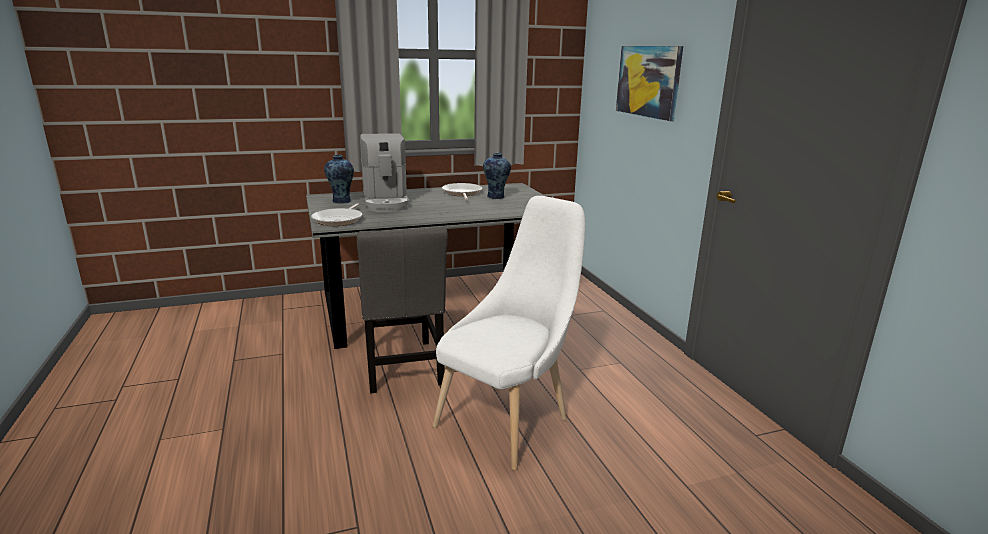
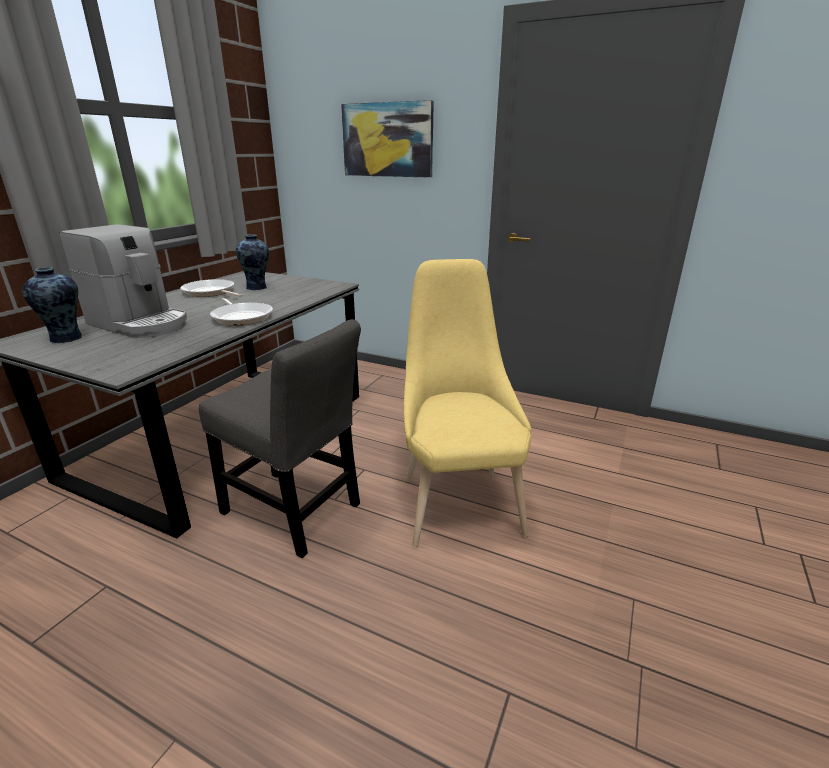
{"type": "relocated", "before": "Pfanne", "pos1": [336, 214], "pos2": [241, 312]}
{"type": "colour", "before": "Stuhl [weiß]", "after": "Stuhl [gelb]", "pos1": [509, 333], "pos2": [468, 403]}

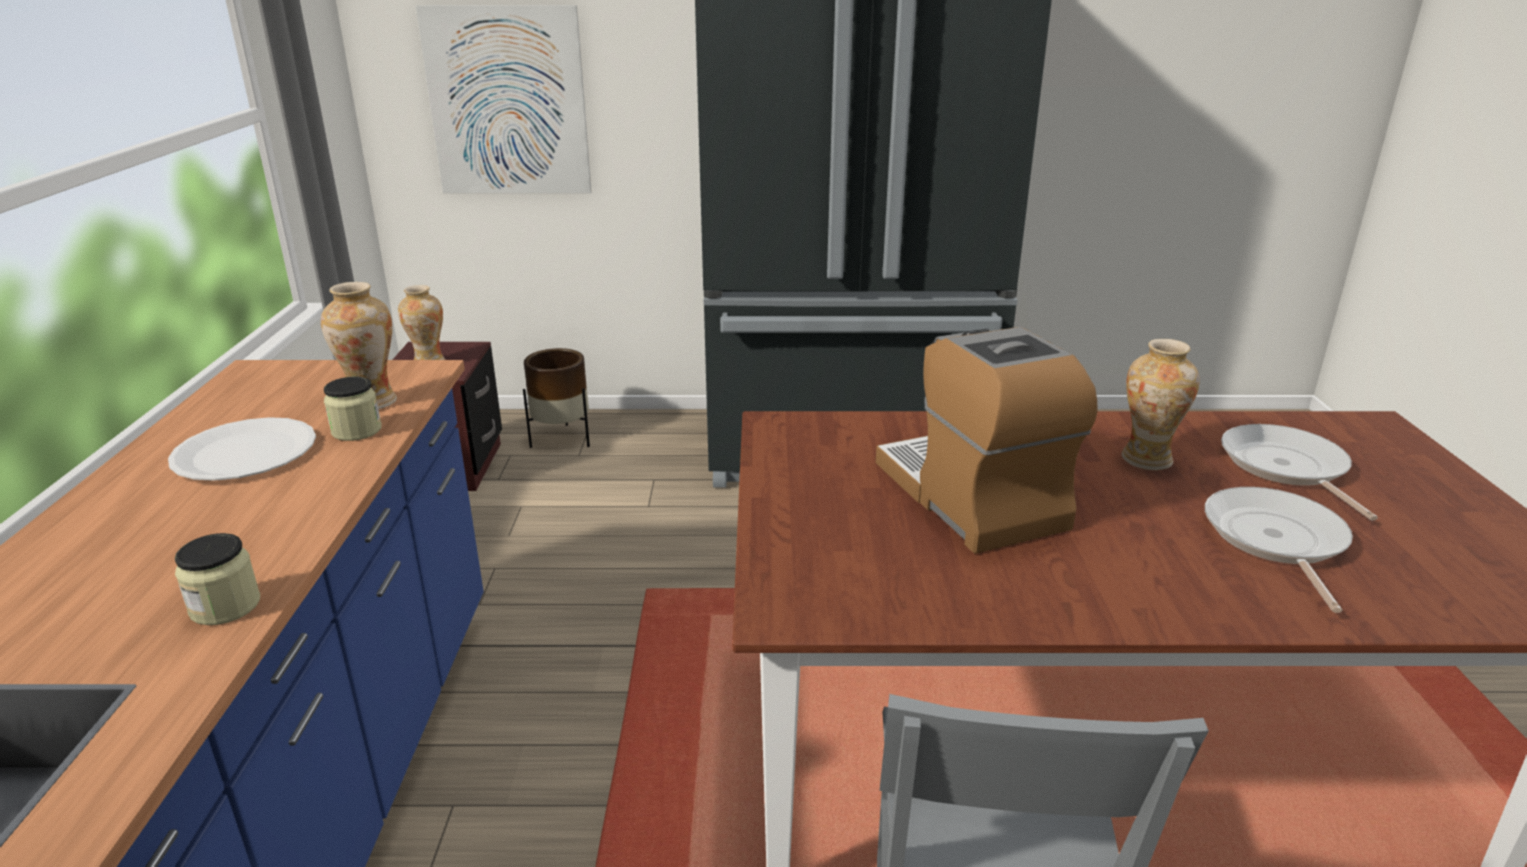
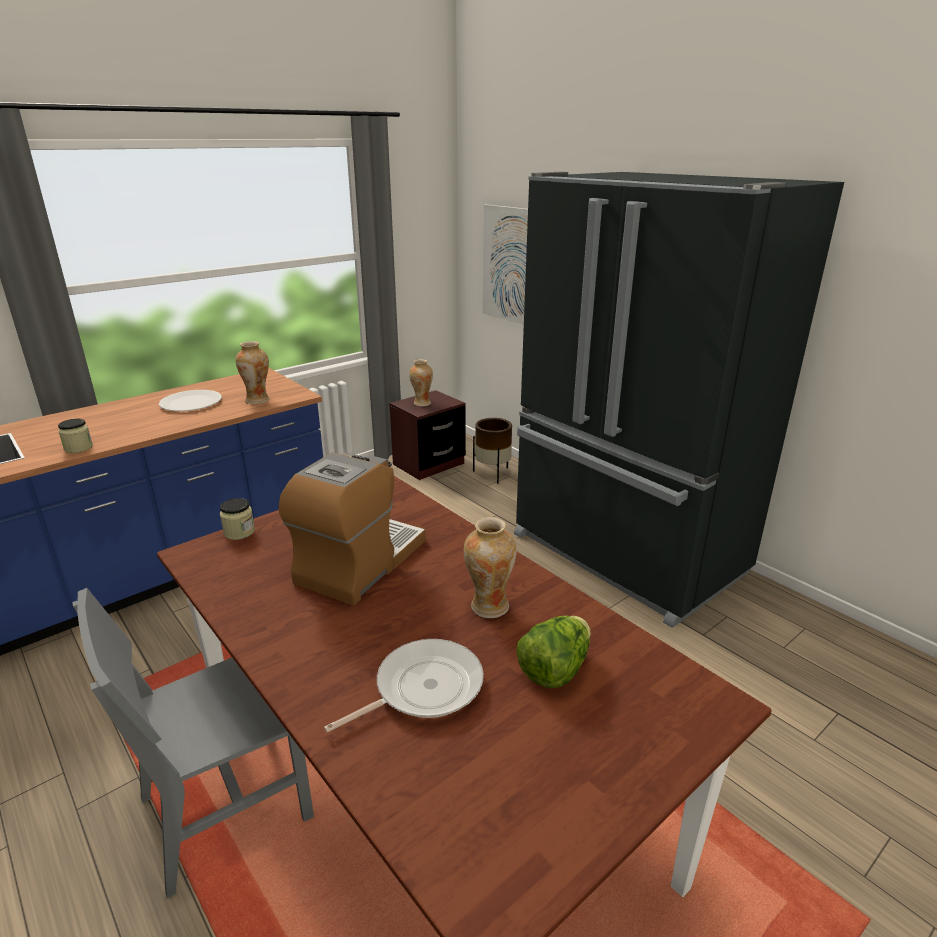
{"type": "relocated", "before": "Vorratsglas", "pos1": [353, 408], "pos2": [237, 519]}
{"type": "exchanged", "before": "Pfanne", "after": "Salatkopf", "pos1": [1299, 472], "pos2": [554, 651]}

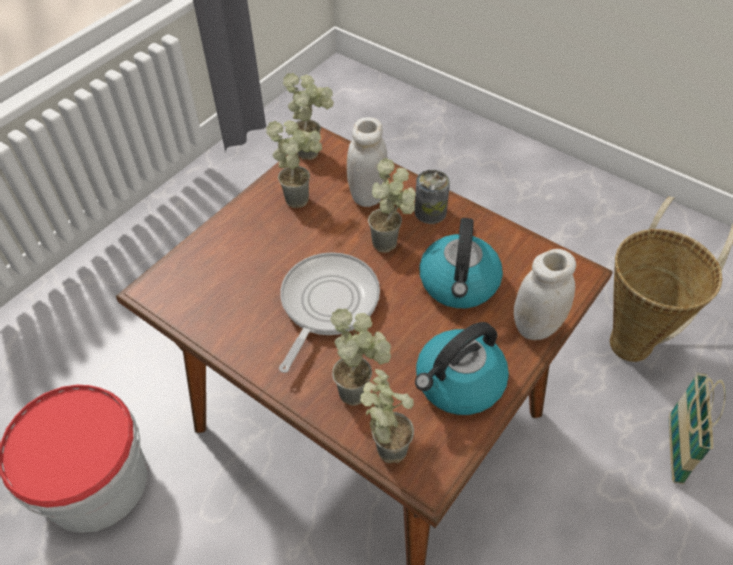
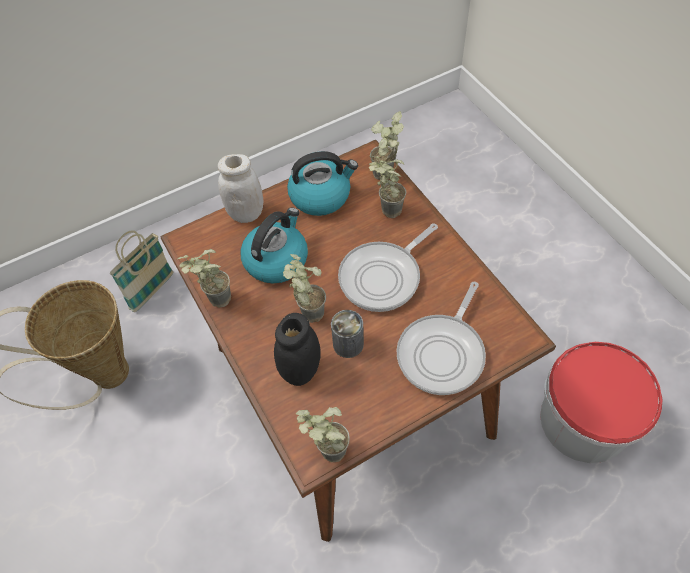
{"type": "relocated", "before": "Topfpflanze", "pos1": [294, 164], "pos2": [204, 278]}
{"type": "colour", "before": "Vorratsglas [weiß]", "after": "Vorratsglas [schwarz]", "pos1": [367, 162], "pos2": [297, 349]}
{"type": "relocated", "before": "Dose", "pos1": [432, 196], "pos2": [347, 334]}
{"type": "appeared", "after": "Pfanne", "pos2": [441, 338]}

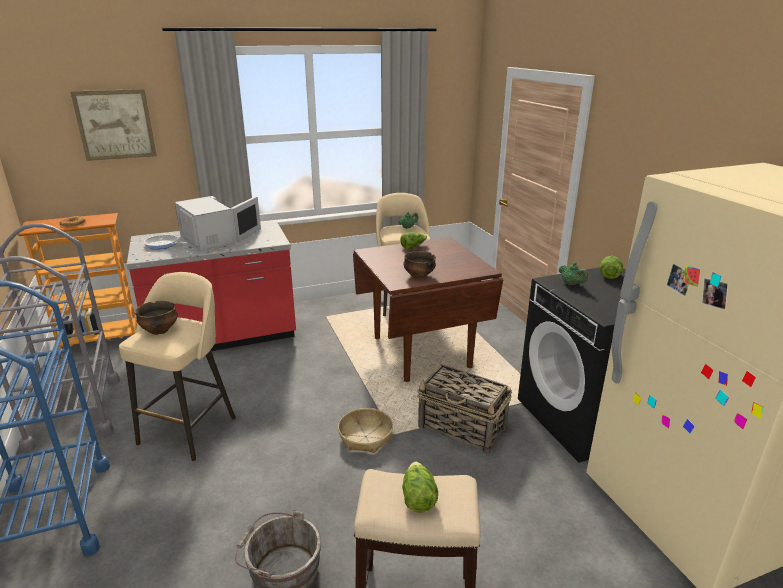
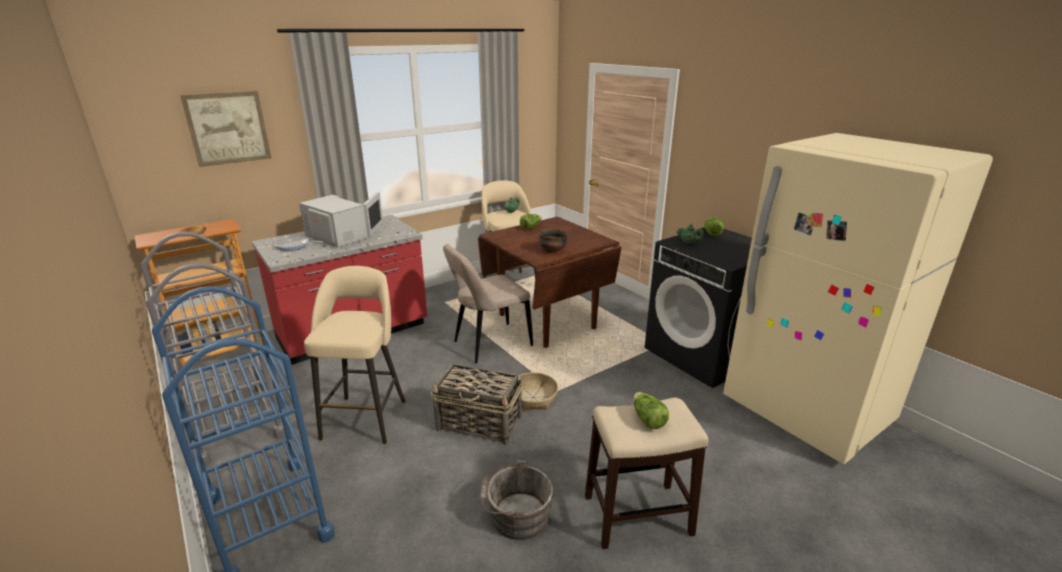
{"type": "relocated", "before": "Korb", "pos1": [464, 410], "pos2": [476, 404]}
{"type": "appeared", "after": "Stuhl [beige]", "pos2": [488, 303]}
{"type": "missing", "before": "Schüssel", "pos1": [156, 318]}

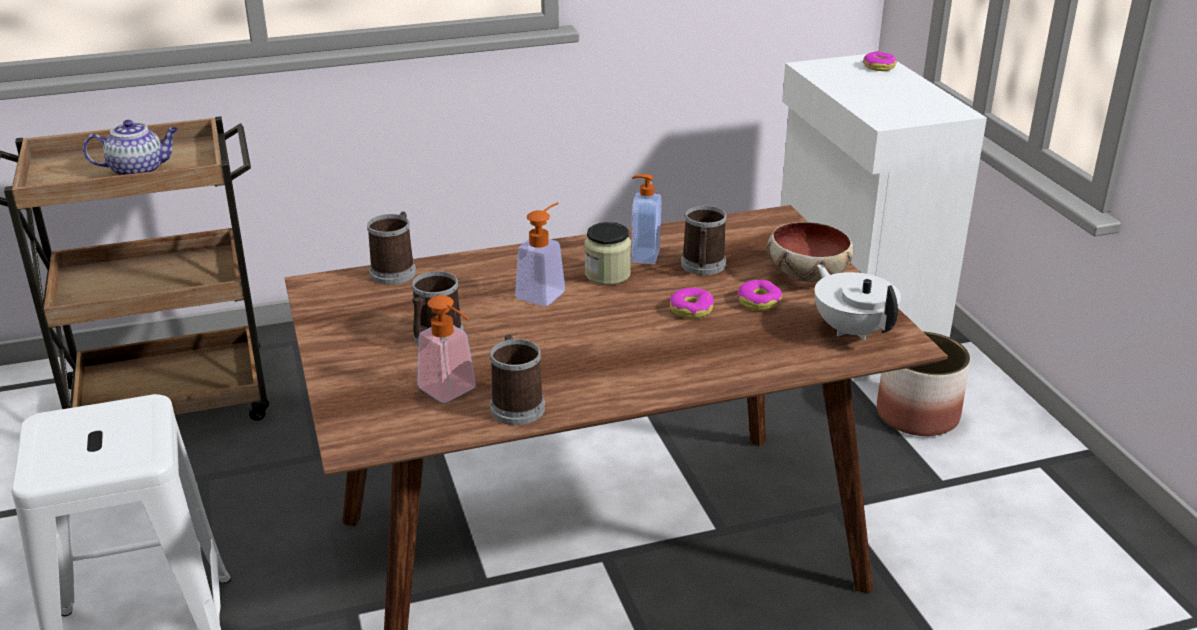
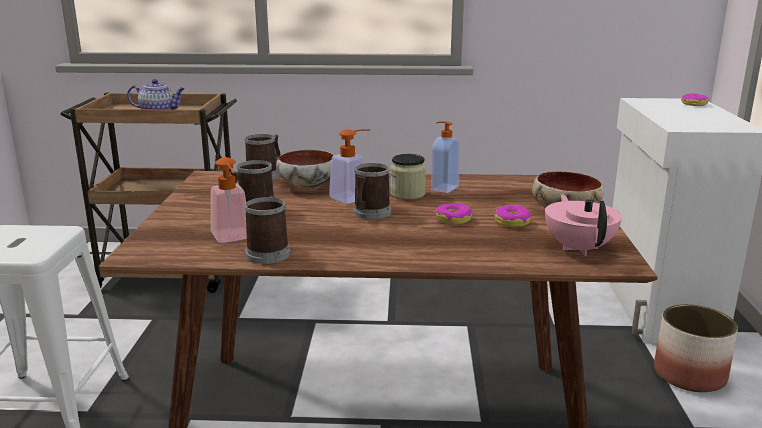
{"type": "appeared", "after": "Schüssel", "pos2": [305, 169]}
{"type": "relocated", "before": "Henkelbecher", "pos1": [704, 240], "pos2": [372, 191]}
{"type": "colour", "before": "Teekanne [weiß]", "after": "Teekanne [rosa]", "pos1": [857, 302], "pos2": [583, 225]}

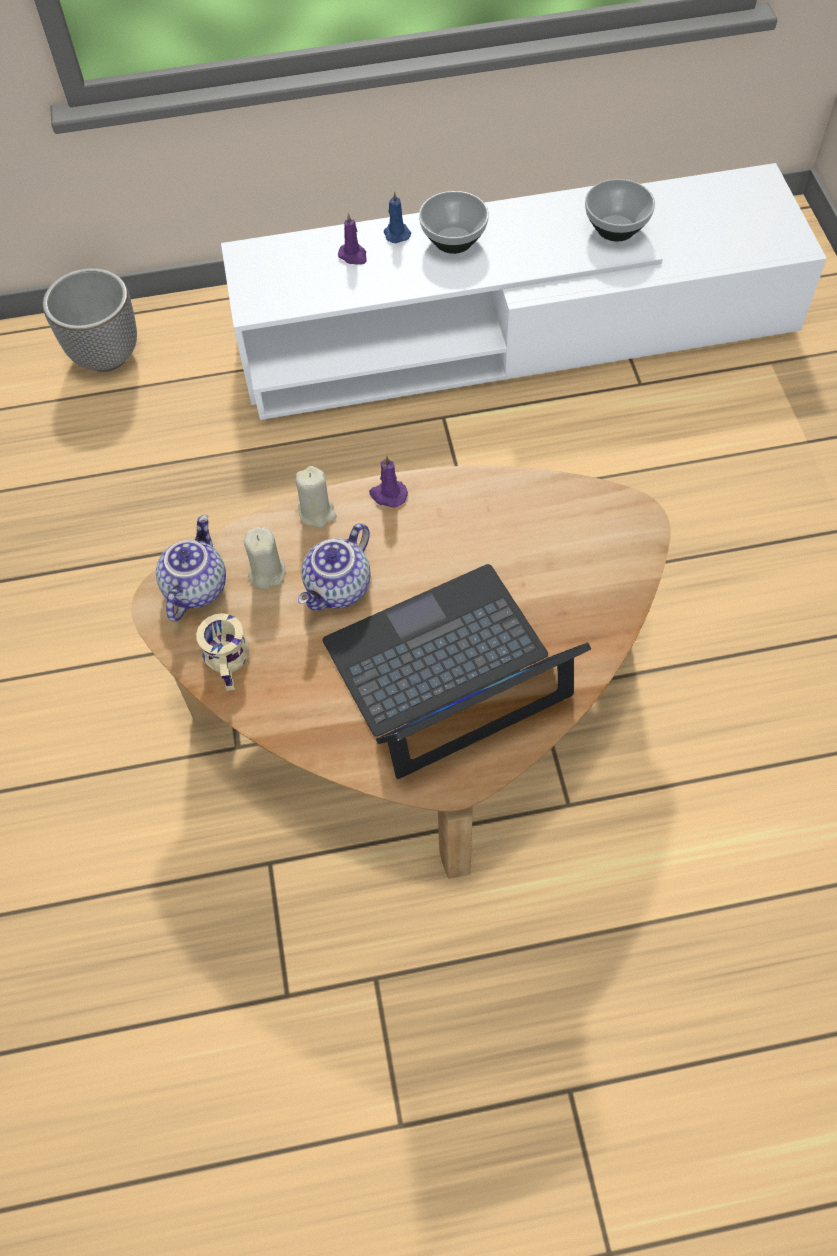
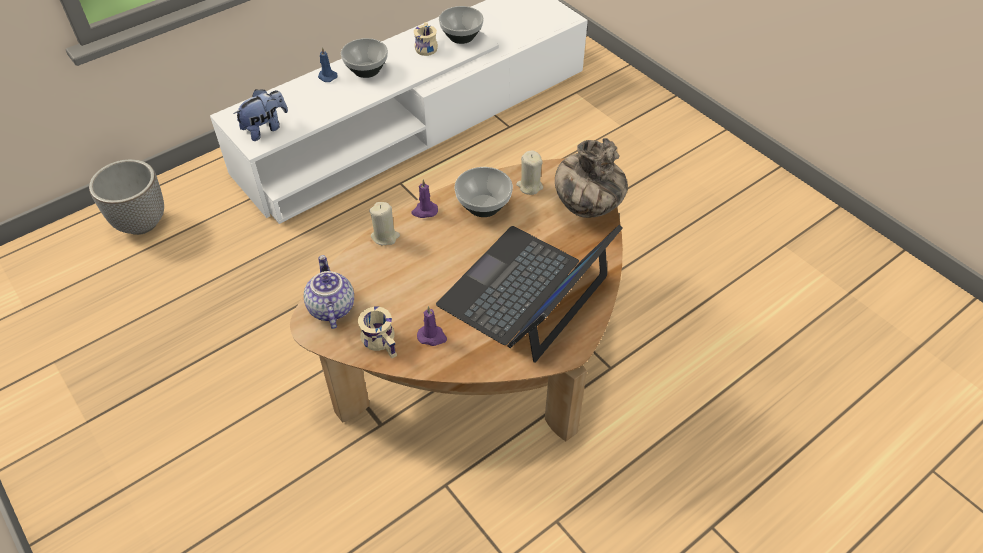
{"type": "appeared", "after": "Plüschtier", "pos2": [260, 115]}
{"type": "appeared", "after": "Henkelbecher [beige]", "pos2": [426, 39]}
{"type": "relocated", "before": "Kerze [lila]", "pos1": [352, 239], "pos2": [432, 326]}
{"type": "appeared", "after": "Schüssel", "pos2": [484, 192]}
{"type": "relocated", "before": "Kerze [beige]", "pos1": [264, 558], "pos2": [529, 172]}
{"type": "appeared", "after": "Vase", "pos2": [591, 178]}
{"type": "missing", "before": "Teekanne", "pos1": [334, 567]}

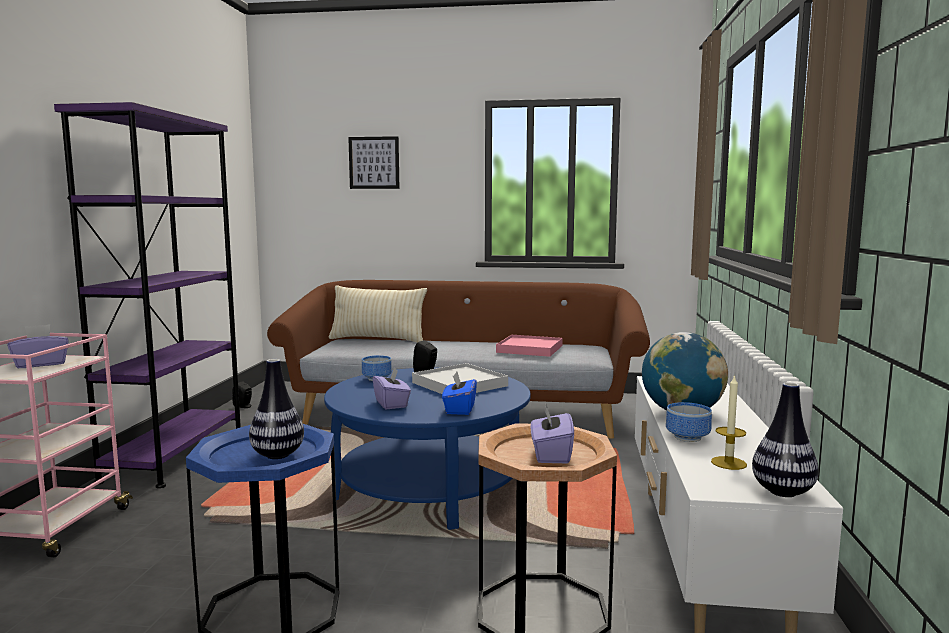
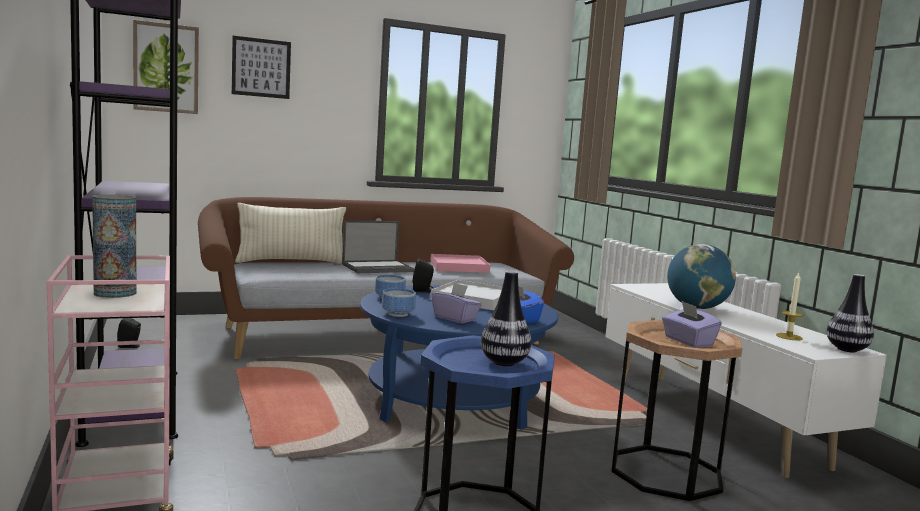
{"type": "exchanged", "before": "Taschentuchbox [lila]", "after": "Vase", "pos1": [38, 346], "pos2": [114, 246]}
{"type": "appeared", "after": "Bild", "pos2": [166, 67]}
{"type": "appeared", "after": "Laptop", "pos2": [378, 247]}
{"type": "relocated", "before": "Schüssel", "pos1": [689, 422], "pos2": [399, 302]}

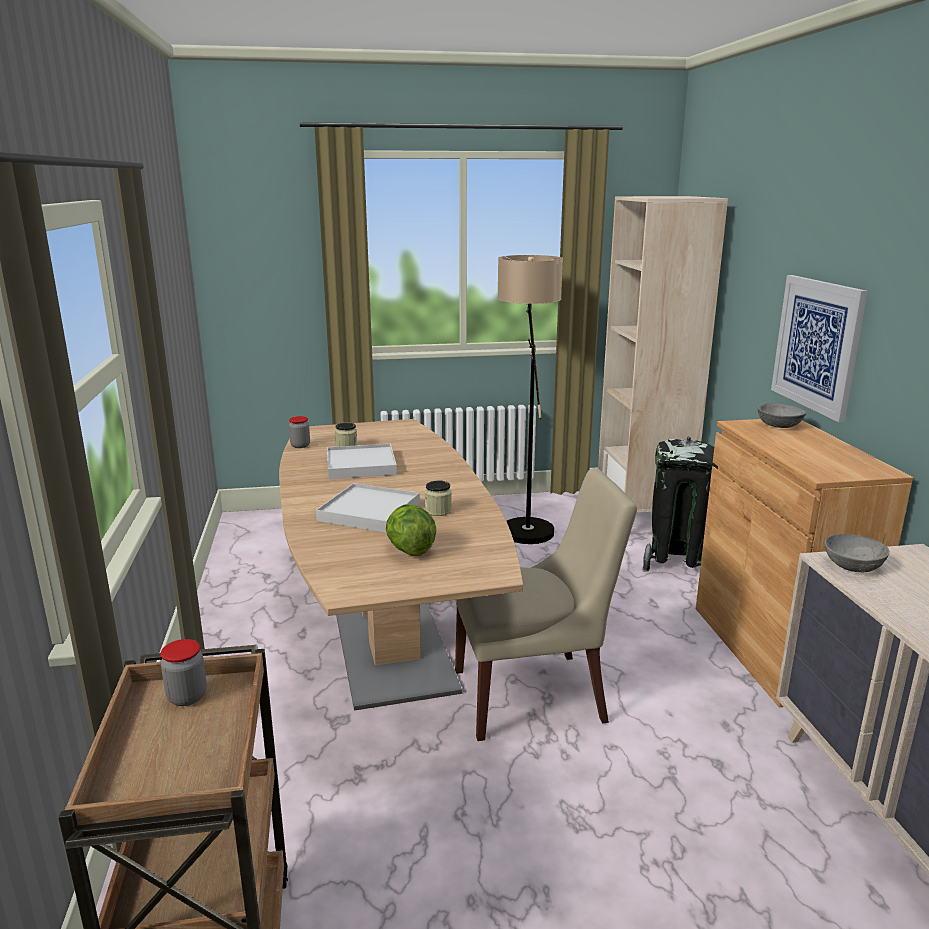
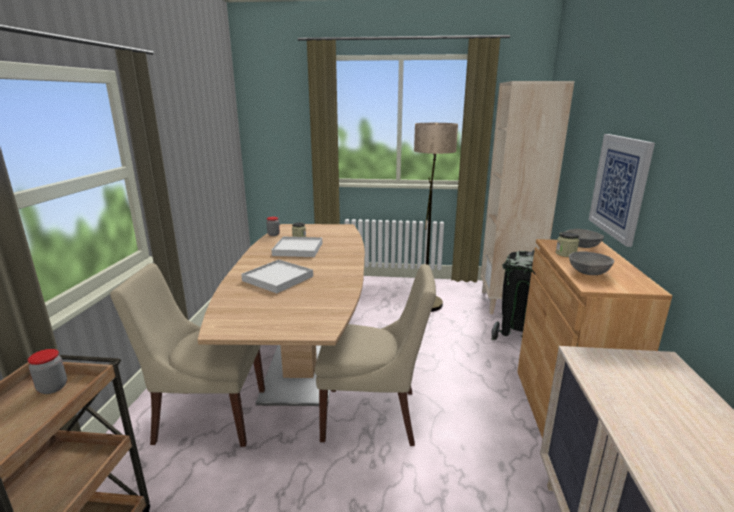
{"type": "appeared", "after": "Stuhl [beige]", "pos2": [187, 355]}
{"type": "relocated", "before": "Vorratsglas", "pos1": [438, 498], "pos2": [567, 244]}
{"type": "relocated", "before": "Schüssel [grau]", "pos1": [857, 553], "pos2": [591, 263]}
{"type": "missing", "before": "Salatkopf", "pos1": [411, 530]}

